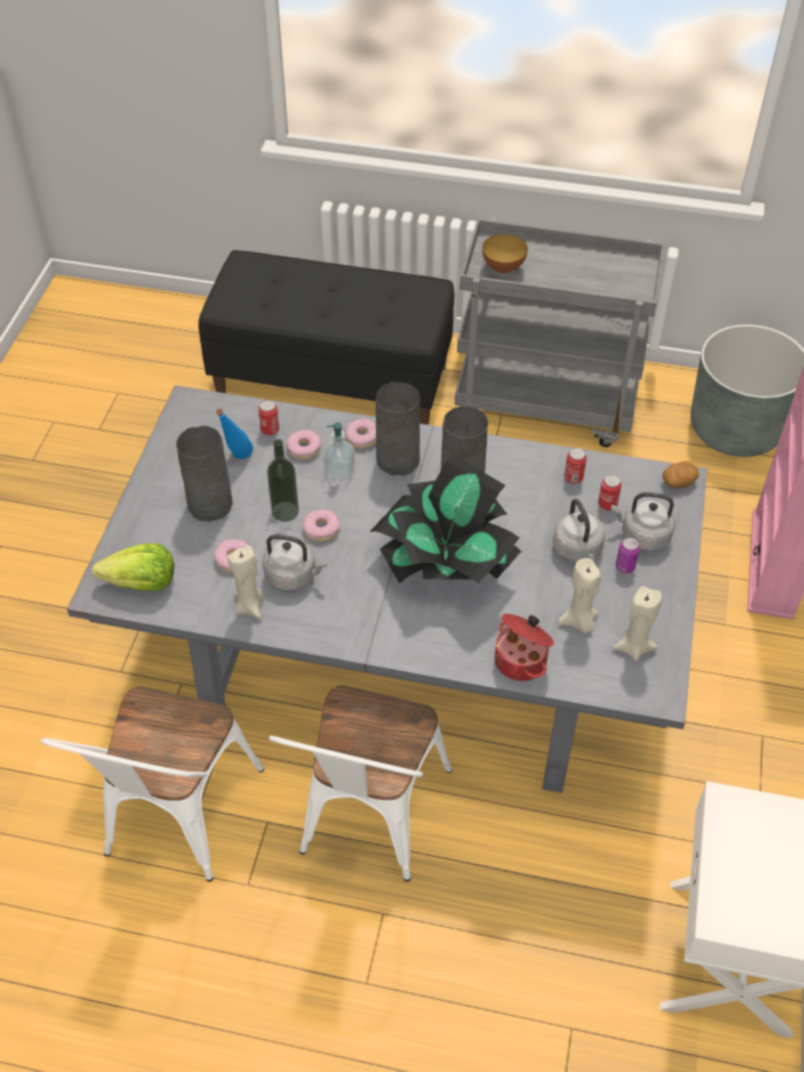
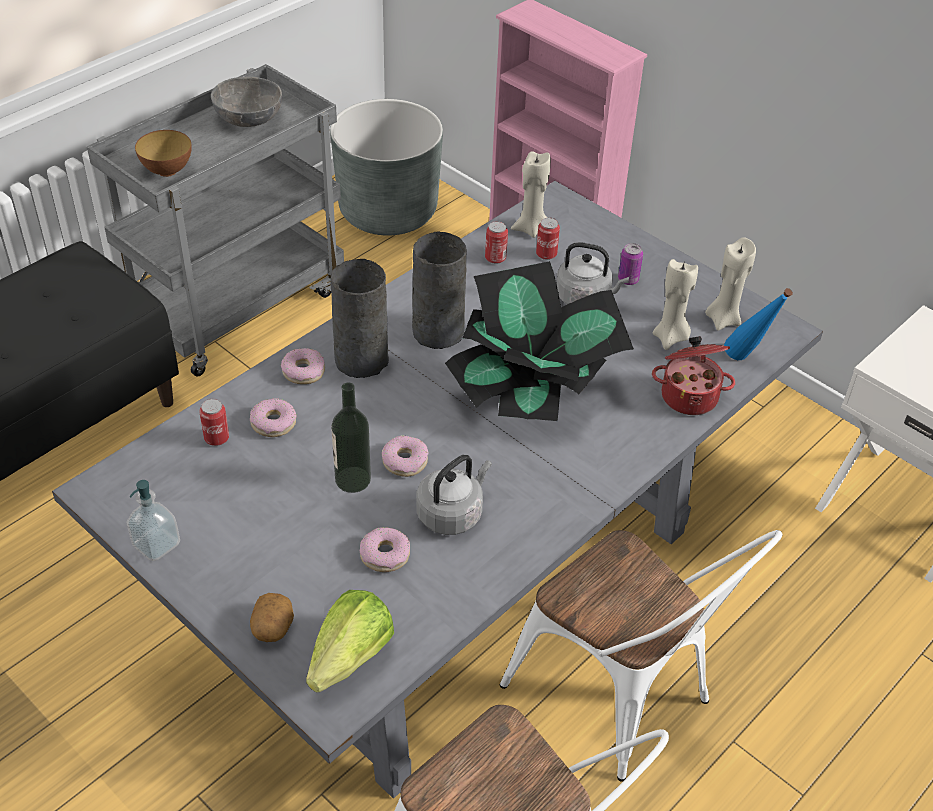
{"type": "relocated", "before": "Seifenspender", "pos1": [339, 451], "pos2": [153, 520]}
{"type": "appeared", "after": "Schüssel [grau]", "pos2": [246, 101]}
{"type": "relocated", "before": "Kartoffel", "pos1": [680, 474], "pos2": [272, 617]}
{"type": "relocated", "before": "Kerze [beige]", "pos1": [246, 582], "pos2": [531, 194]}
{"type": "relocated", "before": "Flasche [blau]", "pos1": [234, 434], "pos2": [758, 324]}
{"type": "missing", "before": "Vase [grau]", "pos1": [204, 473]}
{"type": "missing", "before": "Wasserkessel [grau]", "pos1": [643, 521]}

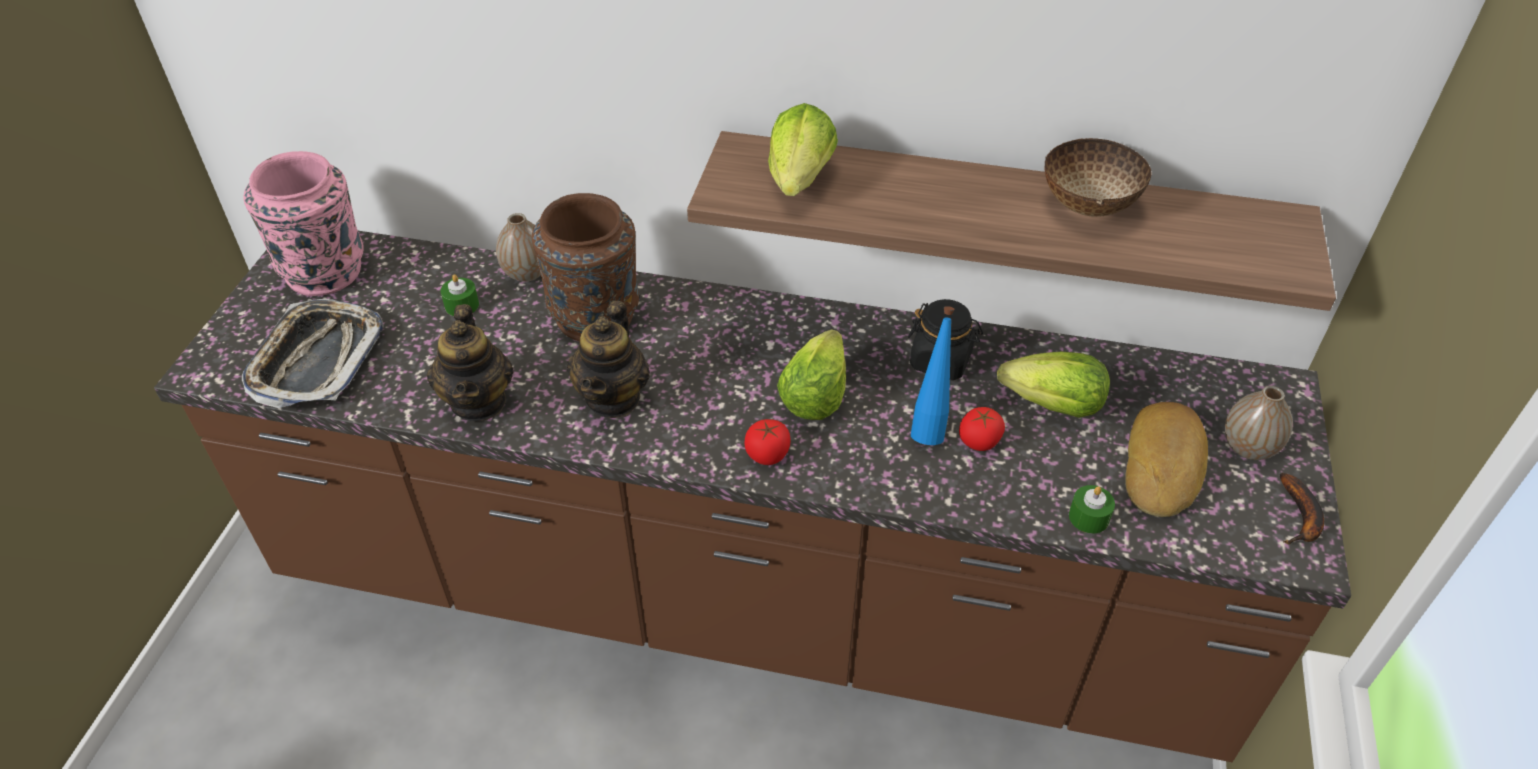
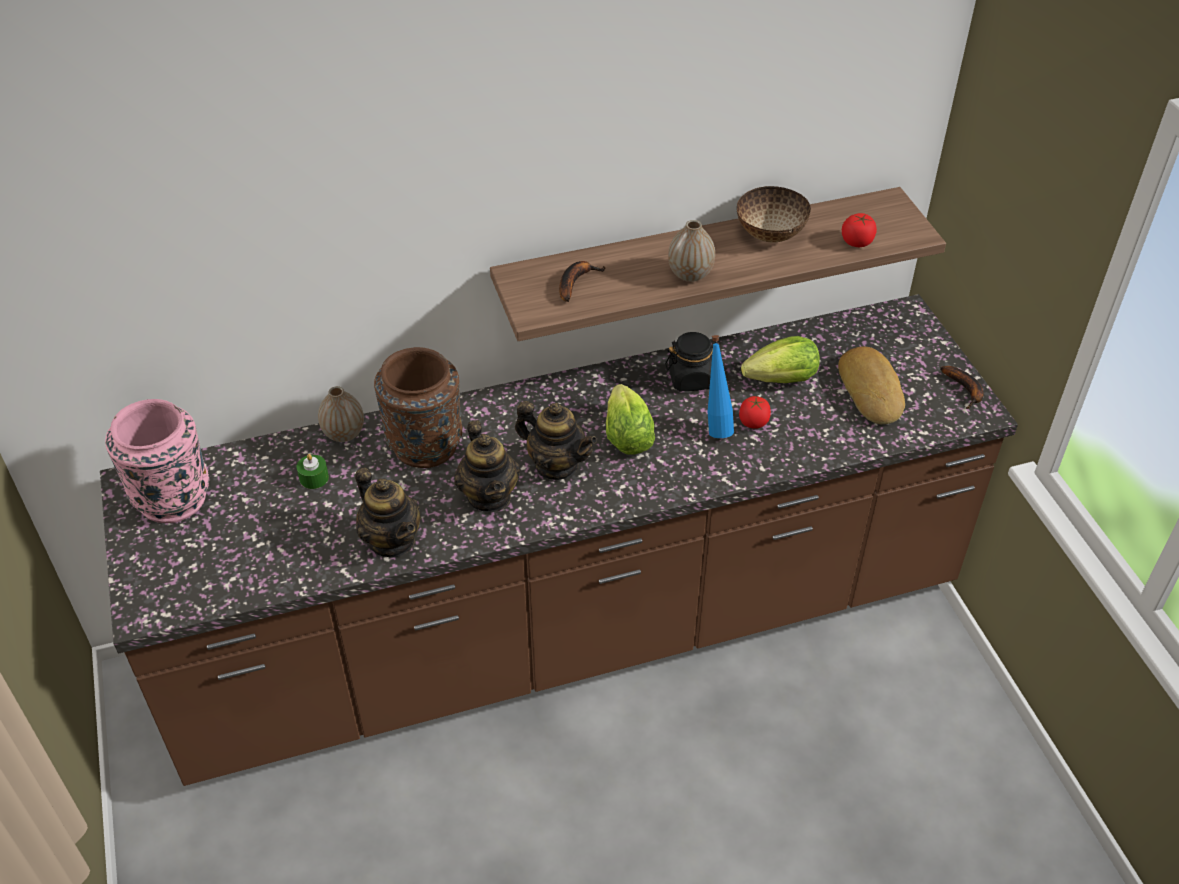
{"type": "appeared", "after": "Teekanne", "pos2": [556, 440]}
{"type": "exchanged", "before": "Salatkopf", "after": "Banane", "pos1": [803, 149], "pos2": [582, 281]}
{"type": "relocated", "before": "Vase", "pos1": [1259, 423], "pos2": [691, 251]}
{"type": "relocated", "before": "Tomate", "pos1": [768, 442], "pos2": [859, 230]}
{"type": "missing", "before": "Tablett", "pos1": [312, 353]}
{"type": "missing", "before": "Kerze [grün]", "pos1": [1092, 509]}

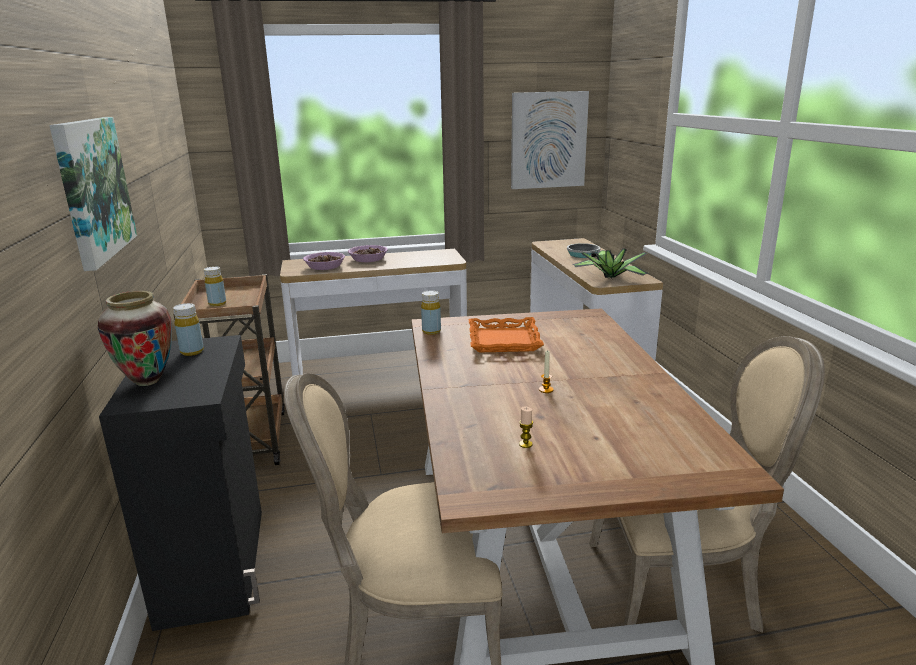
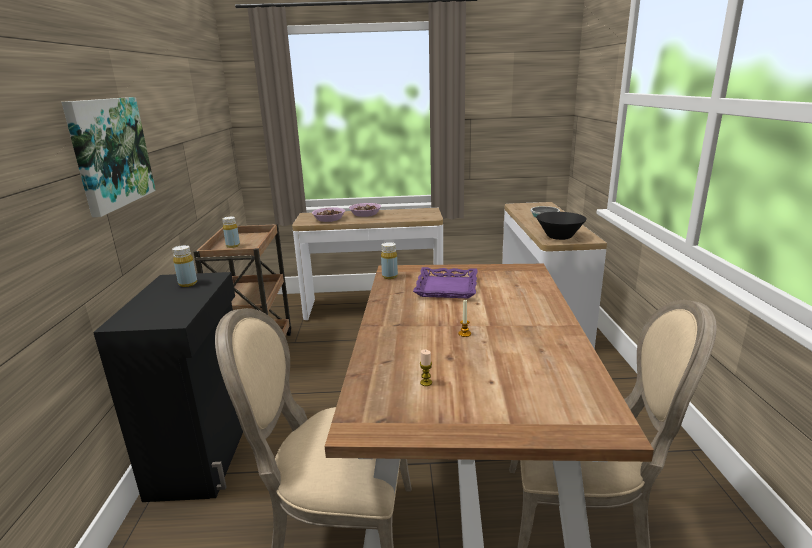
{"type": "colour", "before": "Tablett [orange]", "after": "Tablett [lila]", "pos1": [506, 334], "pos2": [445, 282]}
{"type": "exchanged", "before": "Topfpflanze", "after": "Schüssel [schwarz]", "pos1": [611, 263], "pos2": [561, 226]}
{"type": "missing", "before": "Vase", "pos1": [135, 338]}
{"type": "missing", "before": "Bild", "pos1": [550, 140]}

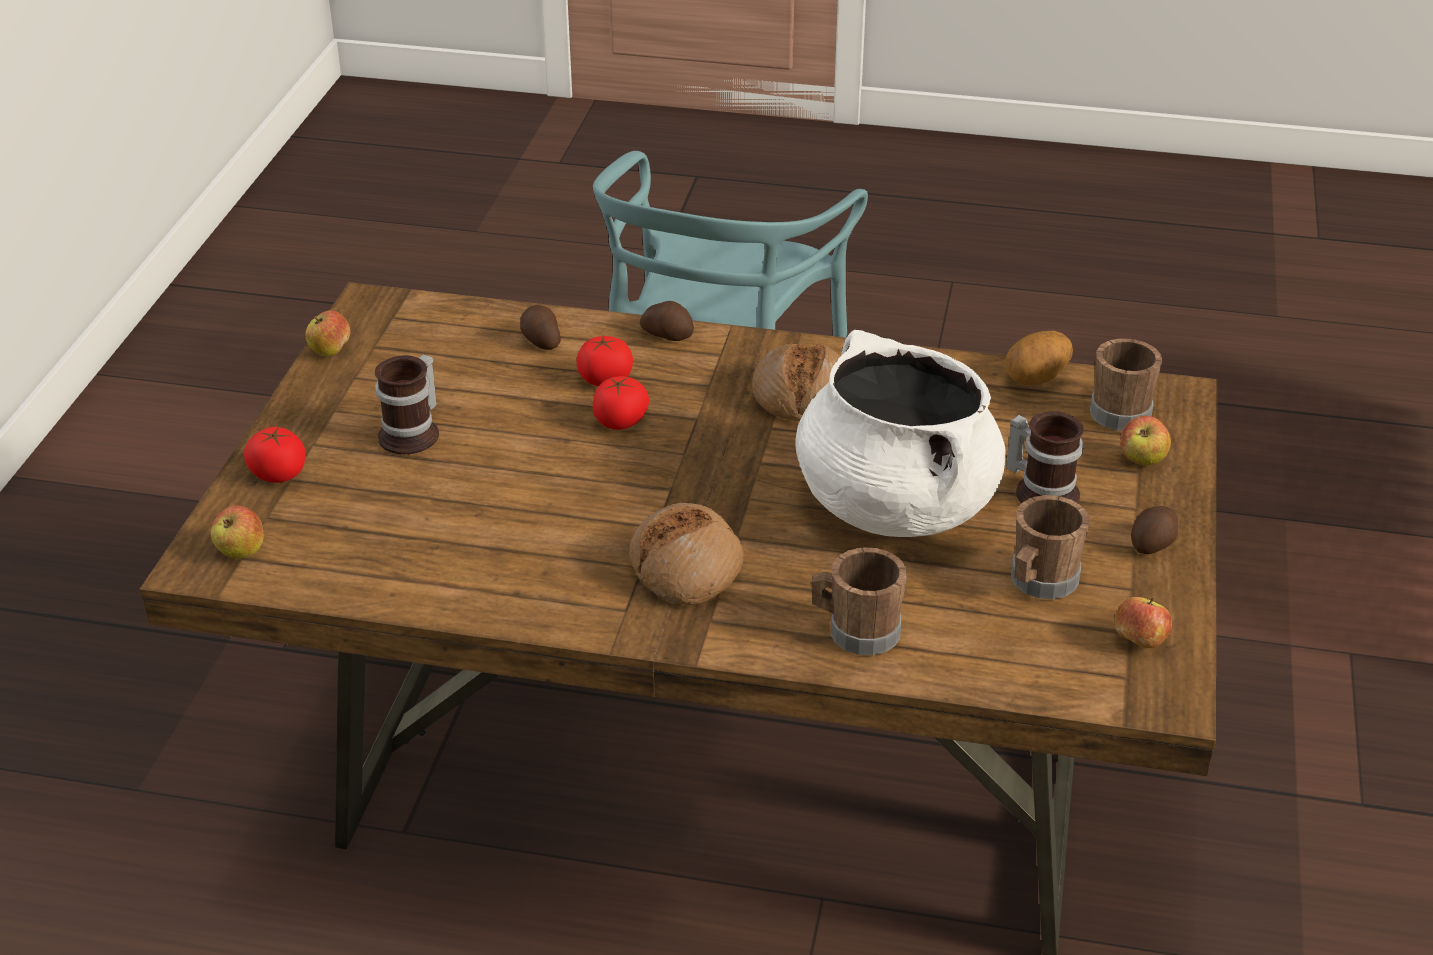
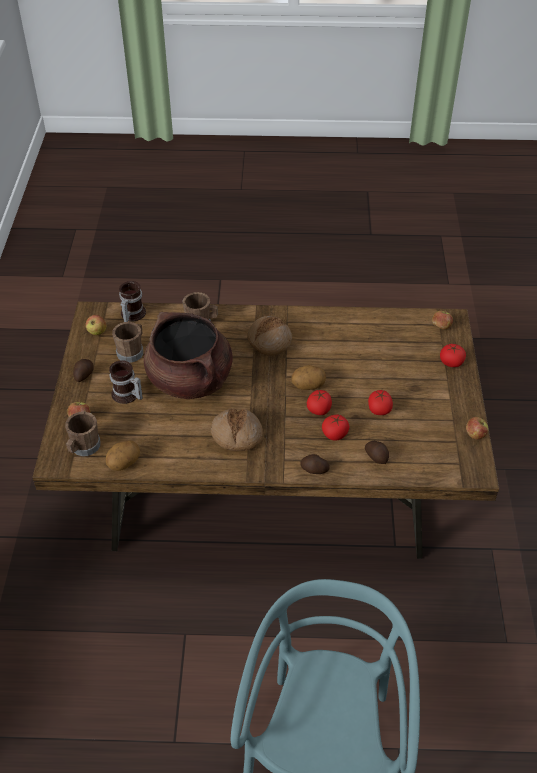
{"type": "relocated", "before": "Henkelbecher", "pos1": [407, 404], "pos2": [132, 301]}
{"type": "colour", "before": "Kochtopf [weiß]", "after": "Kochtopf [braun]", "pos1": [901, 433], "pos2": [188, 355]}
{"type": "appeared", "after": "Kartoffel", "pos2": [308, 377]}
{"type": "appeared", "after": "Tomate", "pos2": [380, 402]}

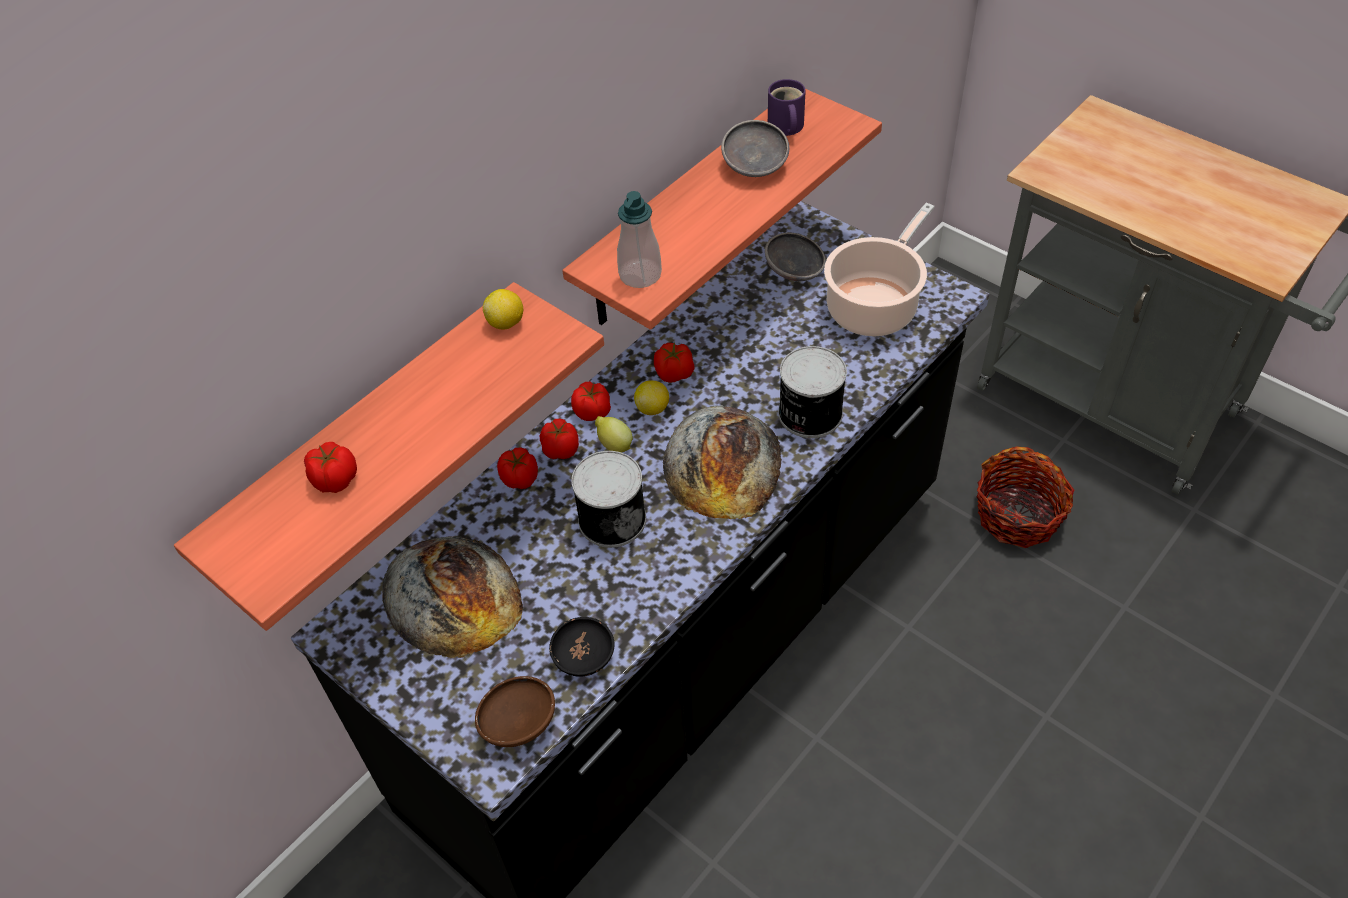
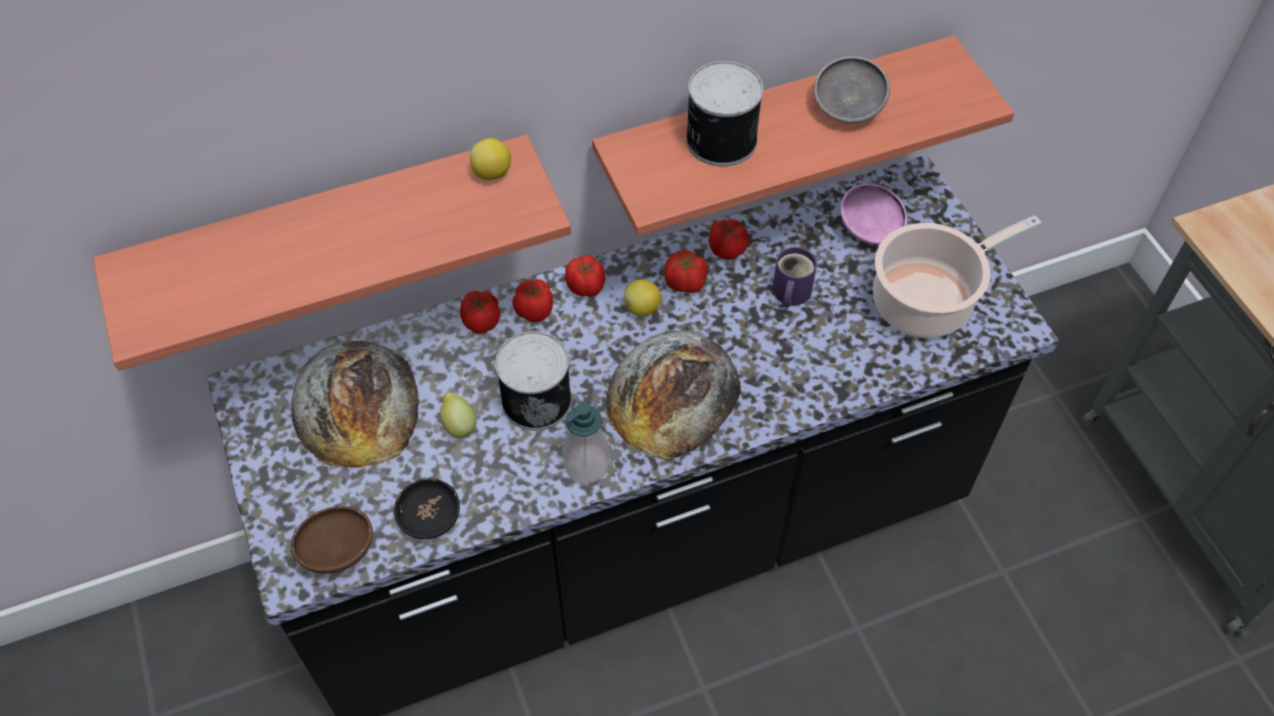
{"type": "relocated", "before": "Zitrone", "pos1": [614, 434], "pos2": [458, 414]}
{"type": "relocated", "before": "Seifenspender", "pos1": [639, 239], "pos2": [586, 443]}
{"type": "relocated", "before": "Dose", "pos1": [812, 392], "pos2": [724, 114]}
{"type": "relocated", "before": "Tomate", "pos1": [330, 467], "pos2": [729, 239]}
{"type": "relocated", "before": "Henkelbecher [lila]", "pos1": [787, 107], "pos2": [795, 277]}
{"type": "colour", "before": "Schüssel [grau]", "after": "Schüssel [rosa]", "pos1": [795, 257], "pos2": [874, 214]}
{"type": "missing", "before": "Korb", "pos1": [1025, 497]}

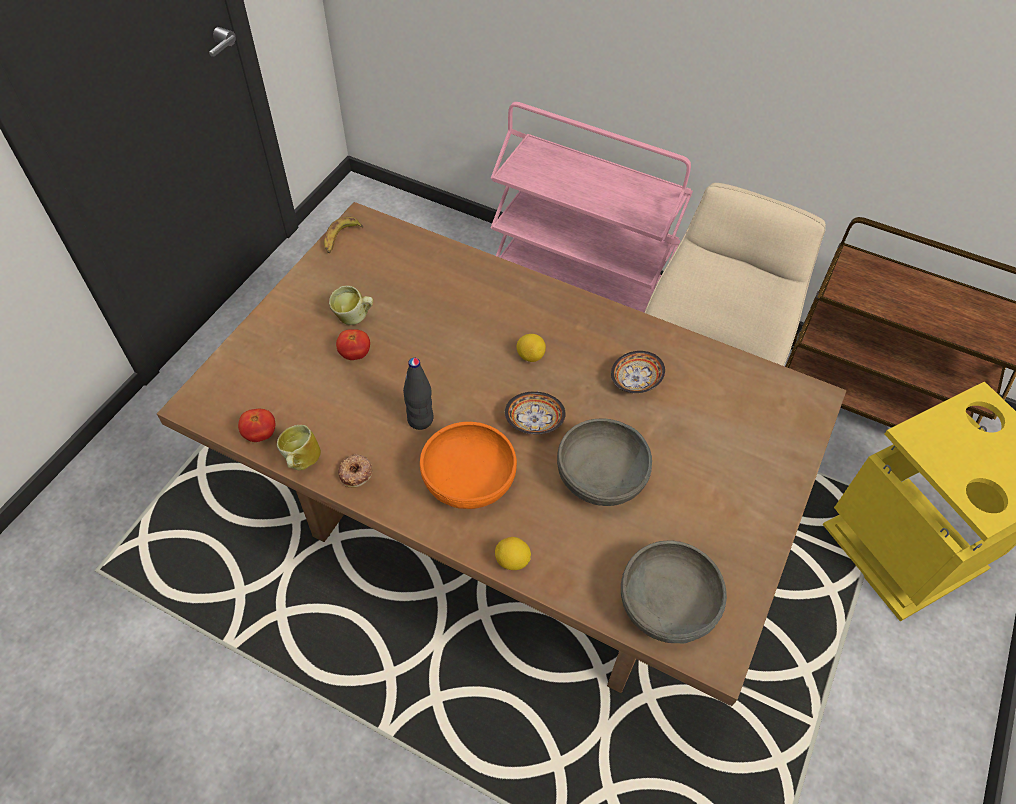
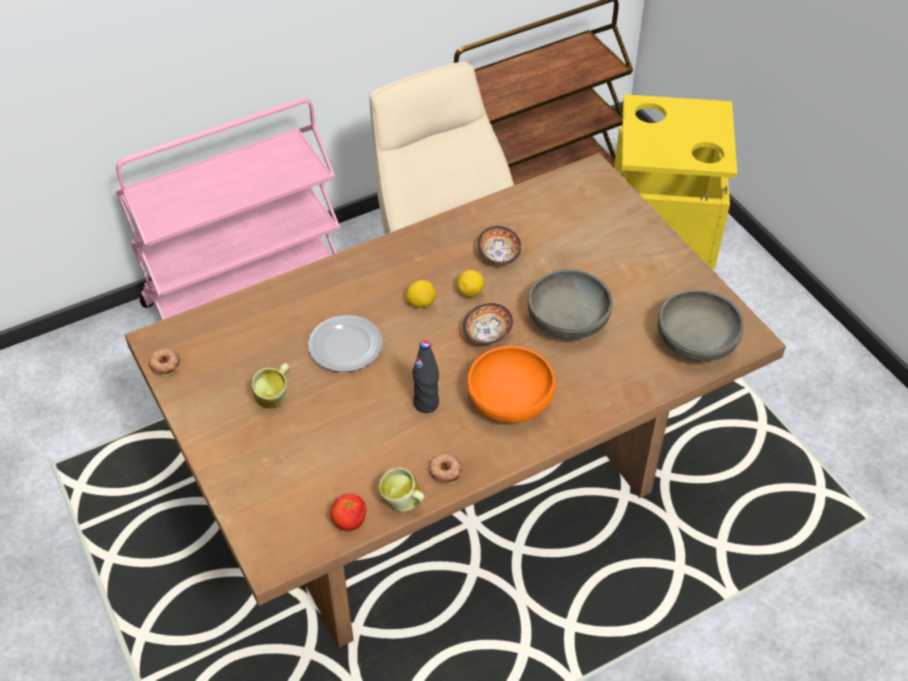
{"type": "exchanged", "before": "Banane", "after": "Donut", "pos1": [343, 235], "pos2": [165, 363]}
{"type": "appeared", "after": "Teller", "pos2": [345, 343]}
{"type": "relocated", "before": "Zitrone", "pos1": [513, 553], "pos2": [470, 283]}
{"type": "missing", "before": "Tomate", "pos1": [353, 344]}

